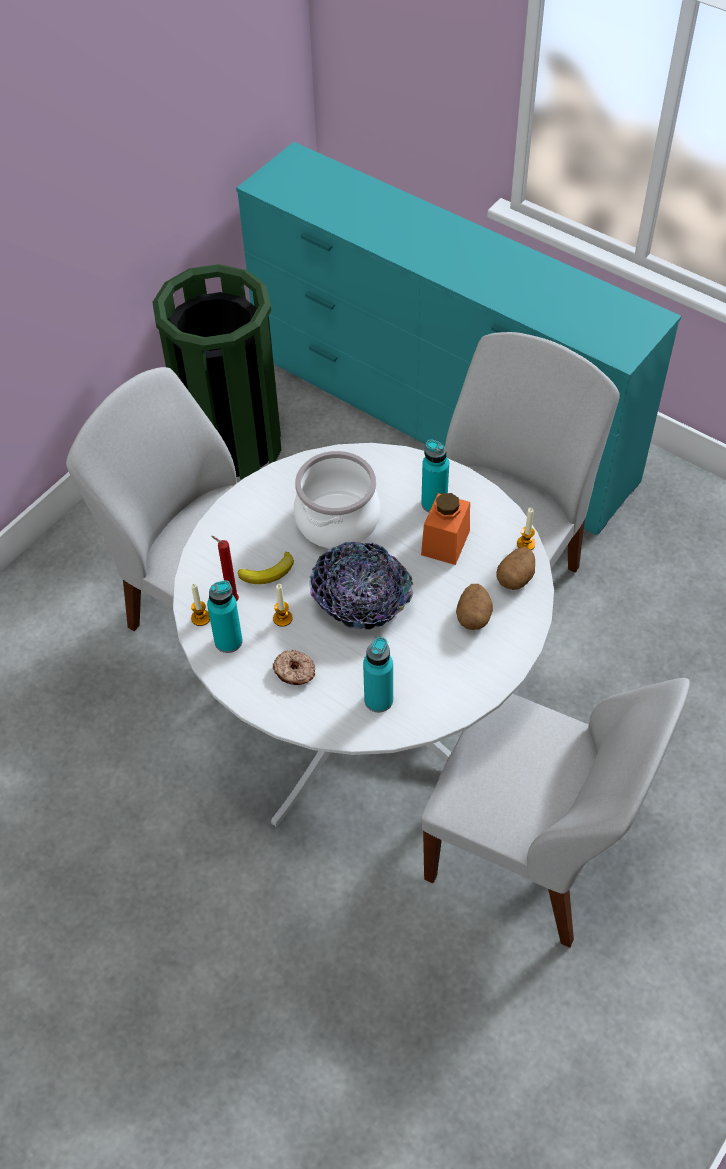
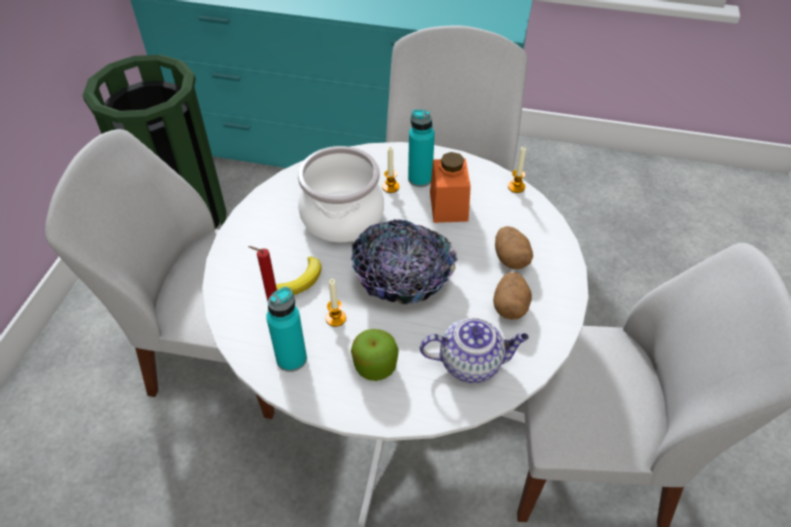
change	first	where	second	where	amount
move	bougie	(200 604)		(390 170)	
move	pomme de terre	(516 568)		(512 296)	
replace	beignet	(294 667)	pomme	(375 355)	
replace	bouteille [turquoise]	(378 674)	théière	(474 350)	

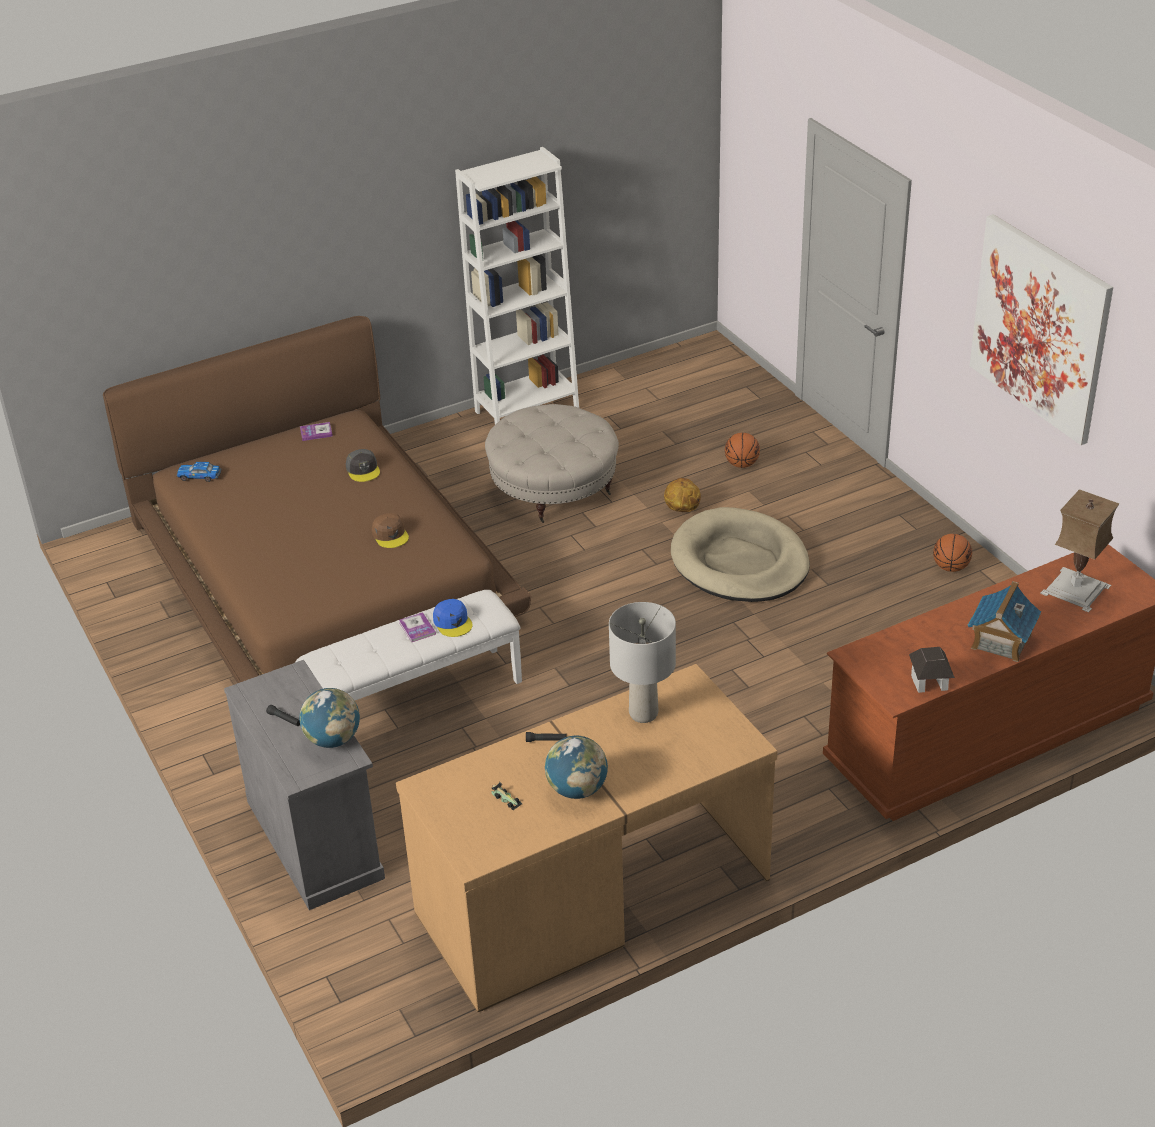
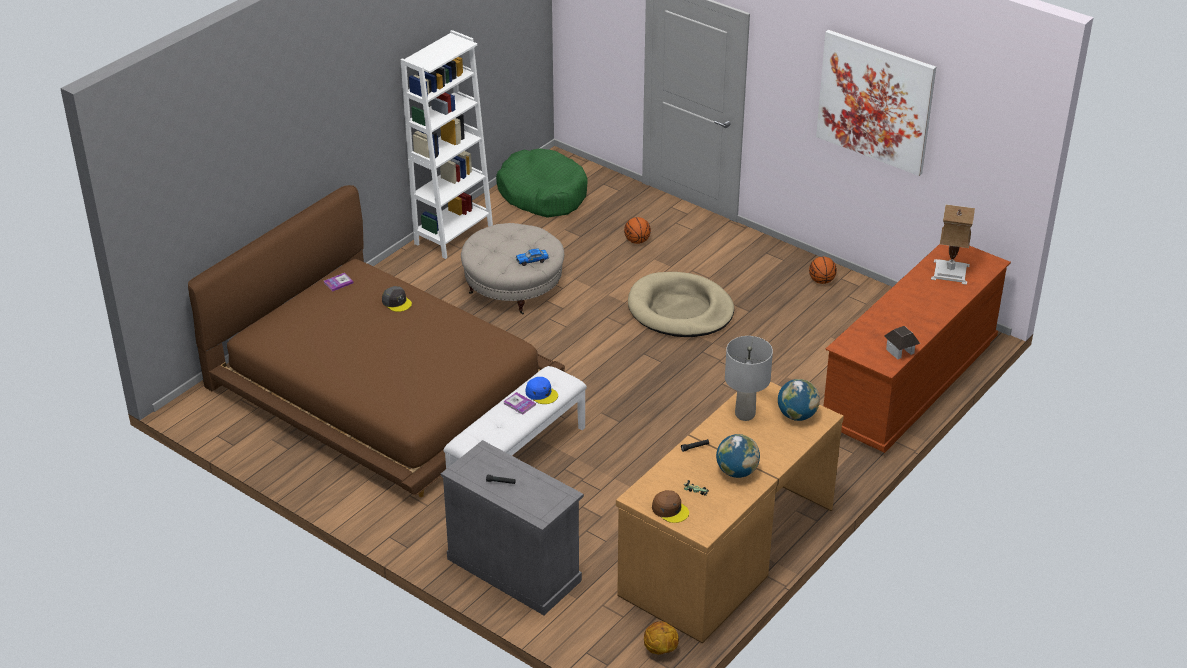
change	first	where	second	where	amount
delete	maison miniature	(1004 621)			
insert			panier pour chien [vert]	(542 183)	
move	petite voiture	(199 472)		(532 257)	
move	globe	(329 718)		(799 400)	
move	casquette [marron]	(390 530)		(670 506)	
move	ballon de basket	(682 495)		(661 638)	

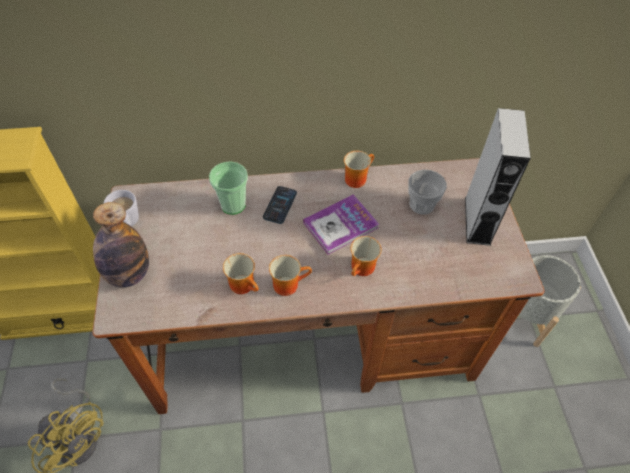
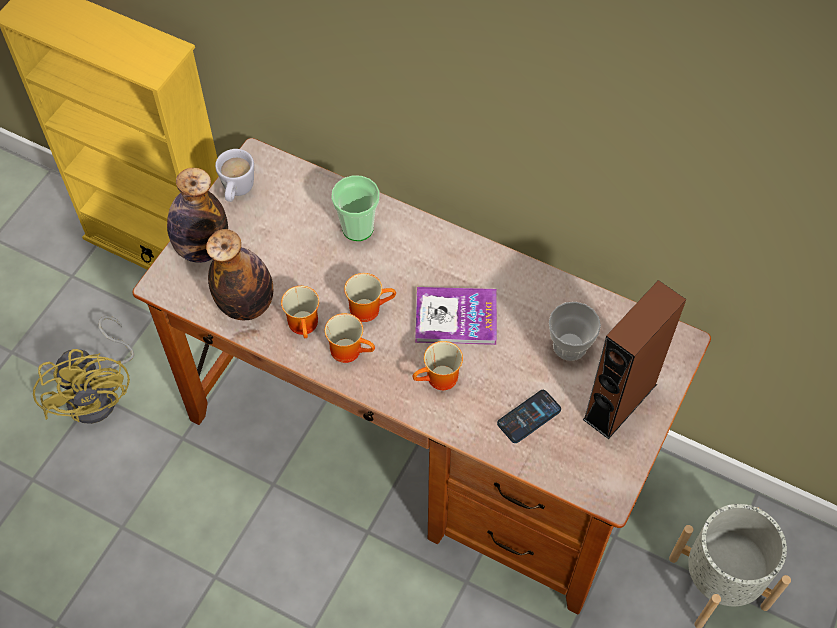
change	first	where	second	where	amount
insert			bouteille	(239 274)	
move	téléphone	(280 205)		(529 416)	
move	mug	(359 169)		(370 297)	
recolor	enceinte [gris]	(498 177)	enceinte [marron]	(634 359)	

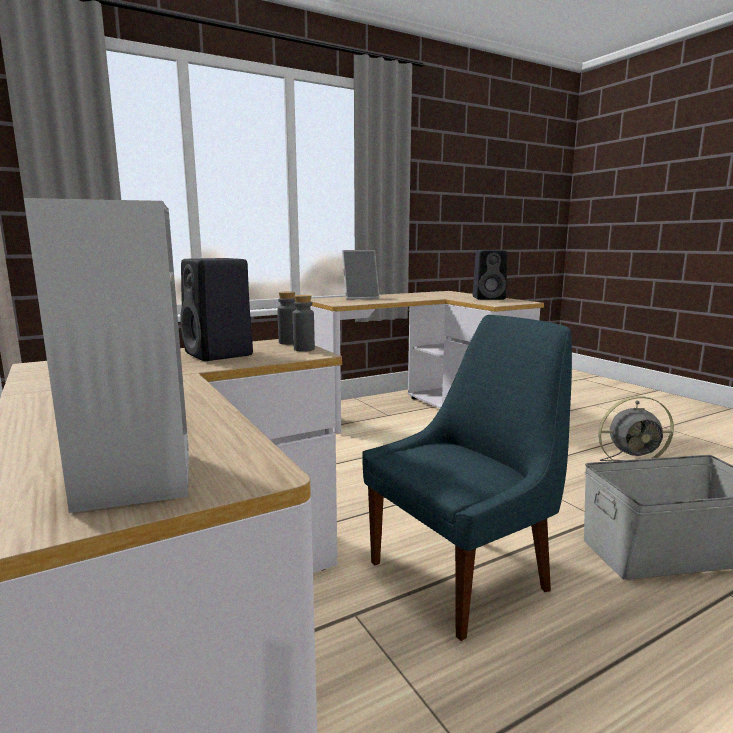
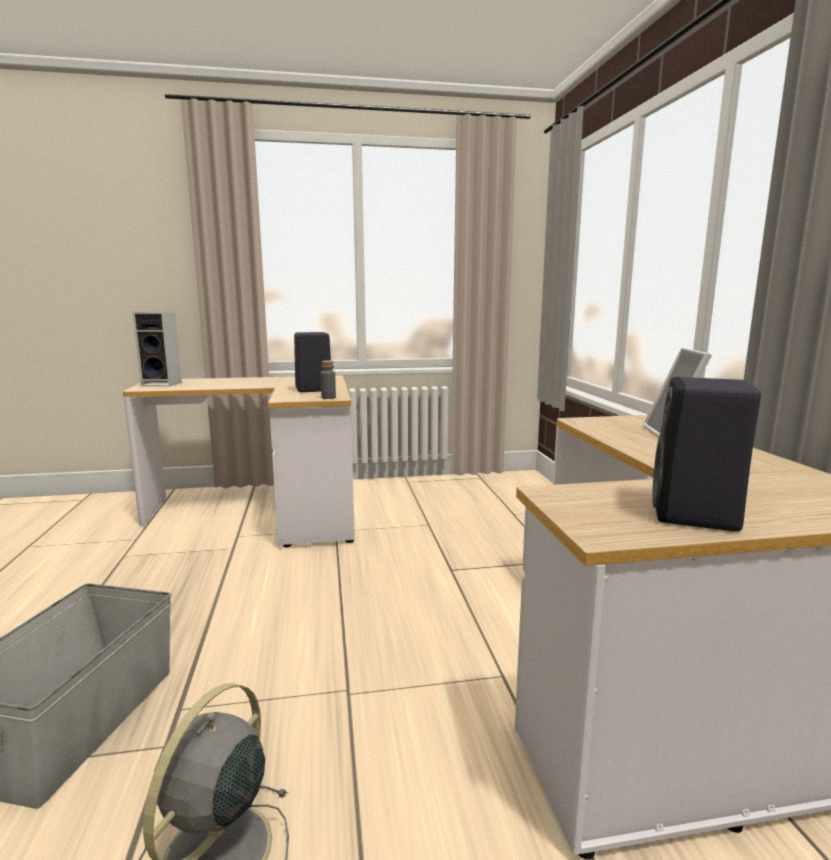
change	first	where	second	where	amount
delete	bouteille [gris]	(304 323)			
delete	chaise [bleu]	(467 478)			

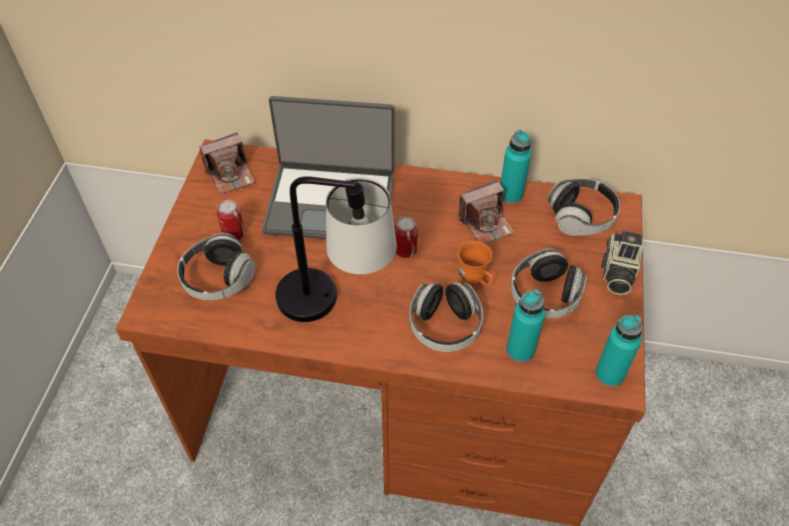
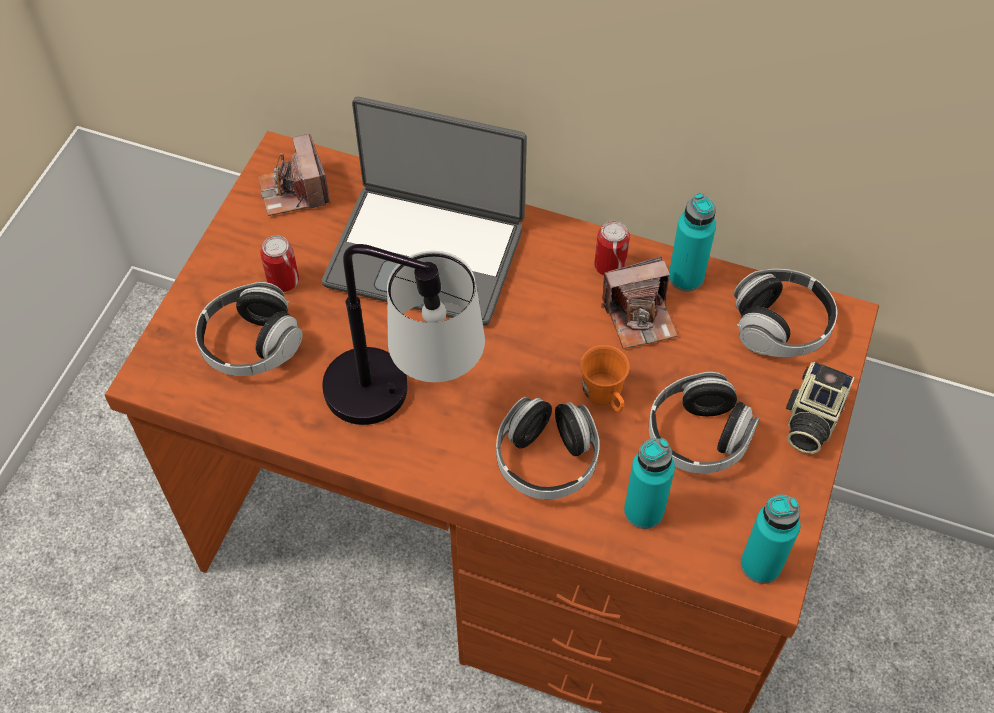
change	first	where	second	where	amount
move	boîte métallique	(406 237)		(612 248)	
rotate	appareil photo	(227 163)		(294 175)	90 degrees clockwise

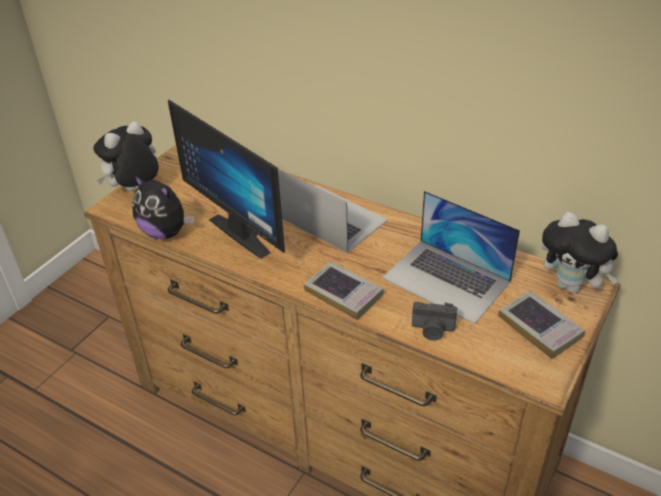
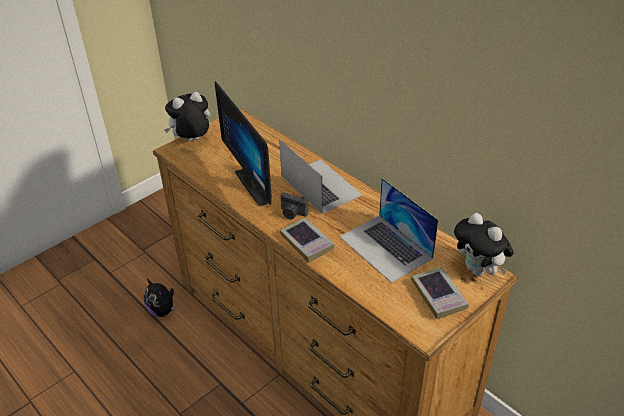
change	first	where	second	where	amount
move	peluche	(163 207)		(161 298)	
move	appareil photo	(434 321)		(294 205)	

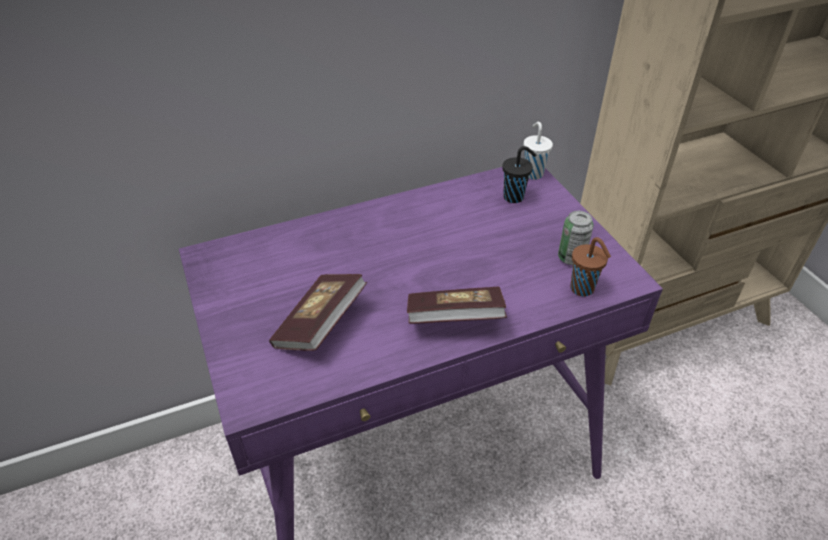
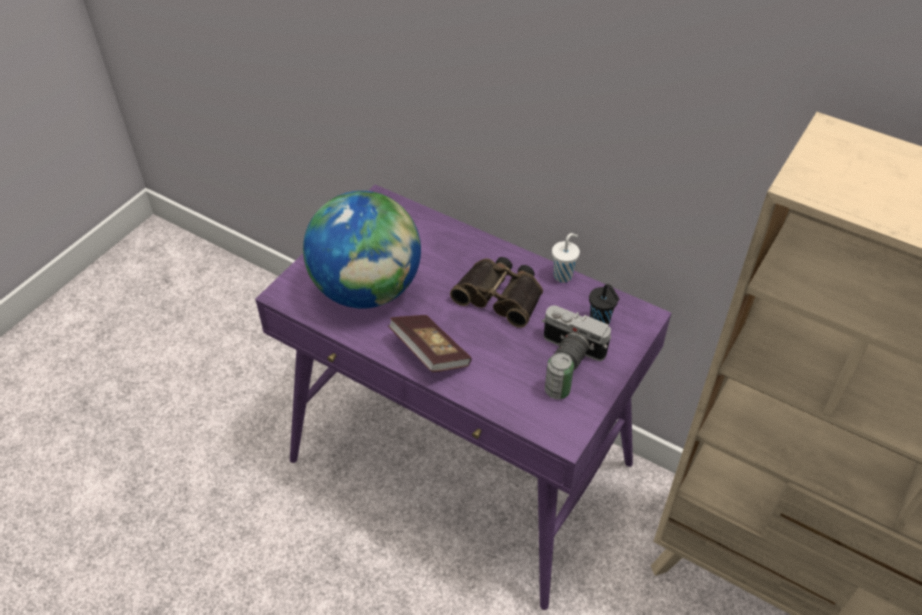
change	first	where	second	where	amount
delete	tasse [marron]	(590 267)			
insert			jumelles	(496 292)	
insert			appareil photo	(576 337)	
move	tasse [blanc]	(538 151)		(566 258)	
replace	livre	(318 312)	globe	(362 250)	

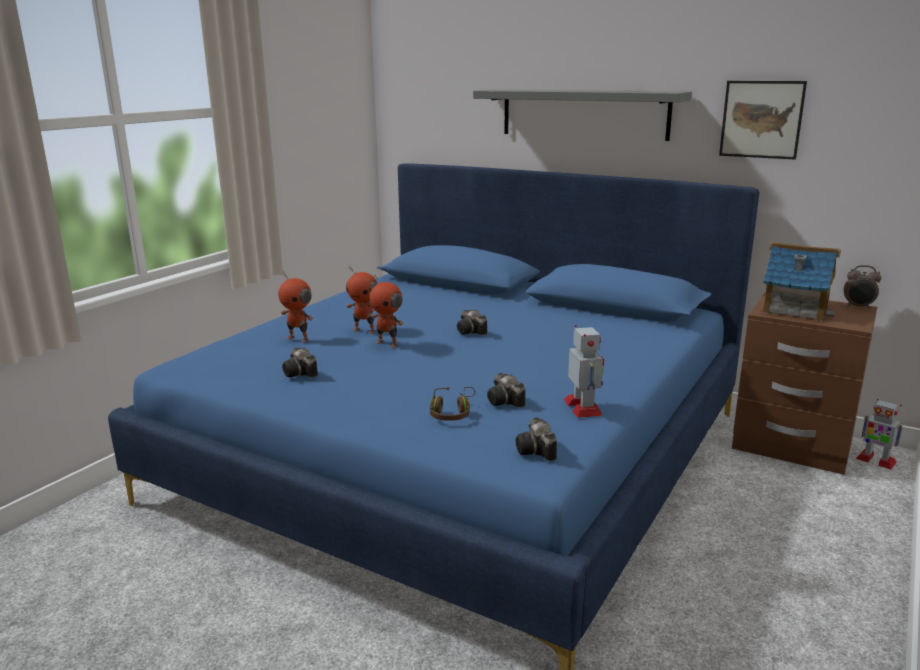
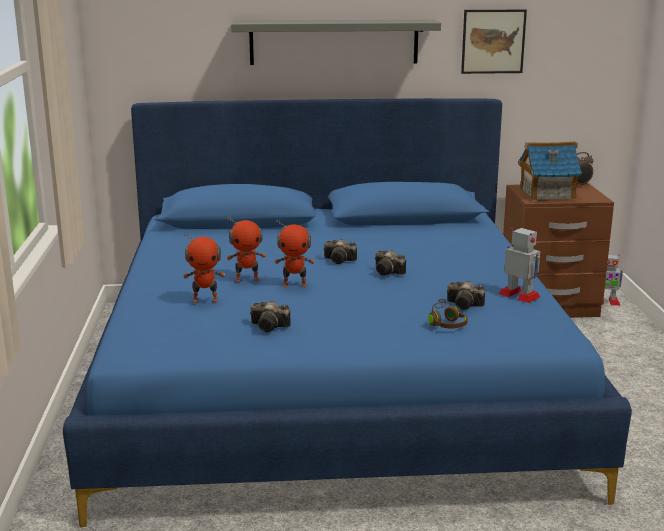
change	first	where	second	where	amount
move	appareil photo	(536 439)		(390 263)	

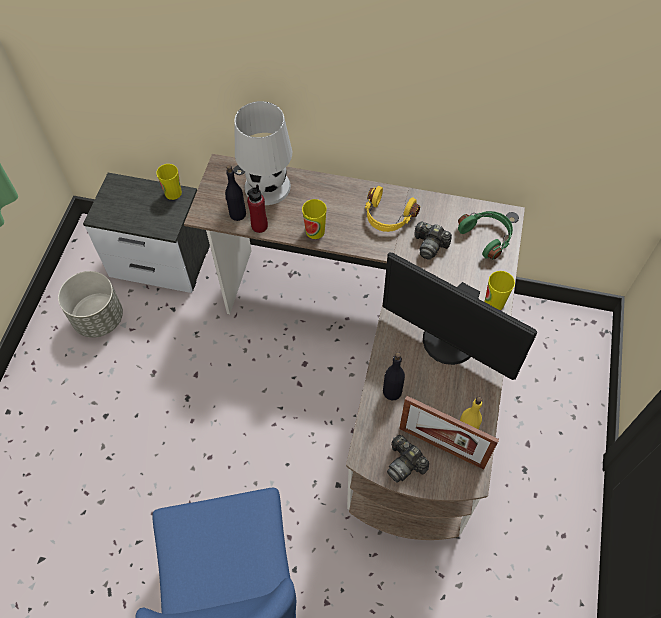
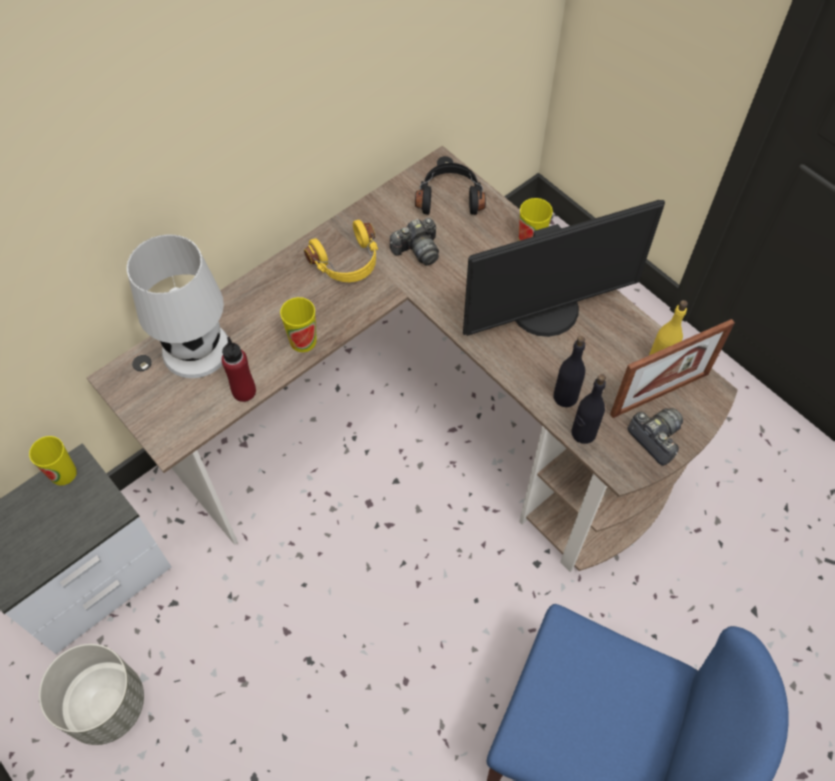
change	first	where	second	where	amount
move	bouteille [noir]	(235 193)		(588 409)	
recolor	casque audio [vert]	(485 235)	casque audio [noir]	(450 189)	
rotate	appareil photo	(408 459)		(655 437)	120 degrees counterclockwise

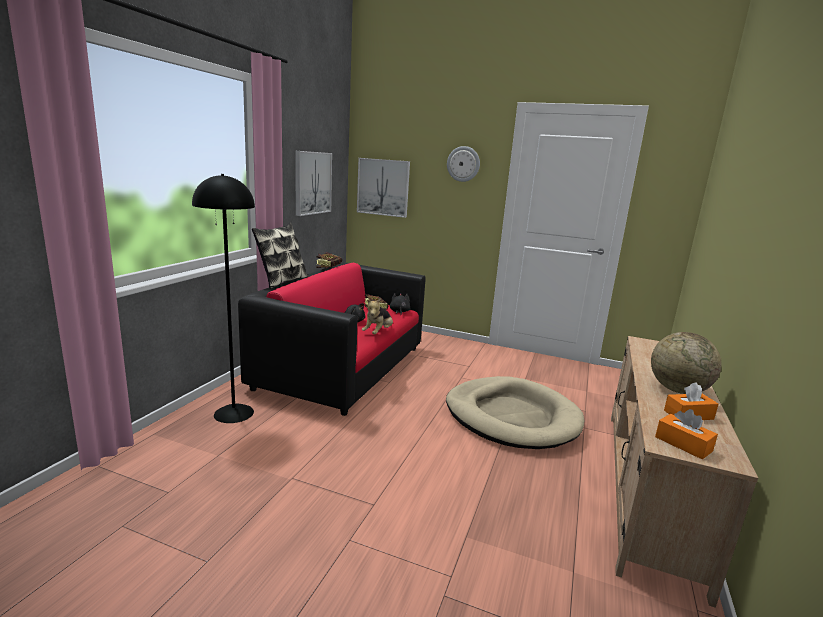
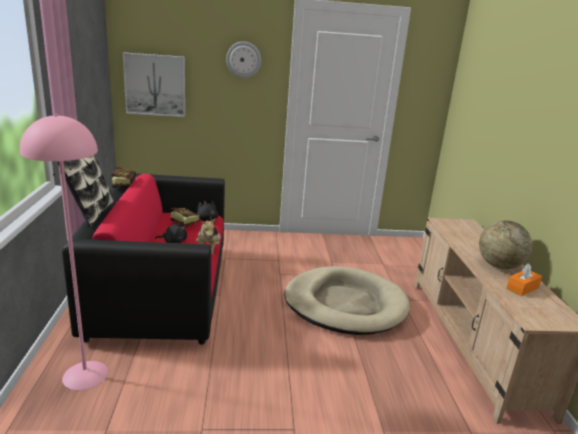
change	first	where	second	where	amount
delete	tableau	(313 183)			
delete	boîte à mouchoirs [orange]	(686 434)			
recolor	lampadaire [noir]	(223 298)	lampadaire [rose]	(64 252)	

